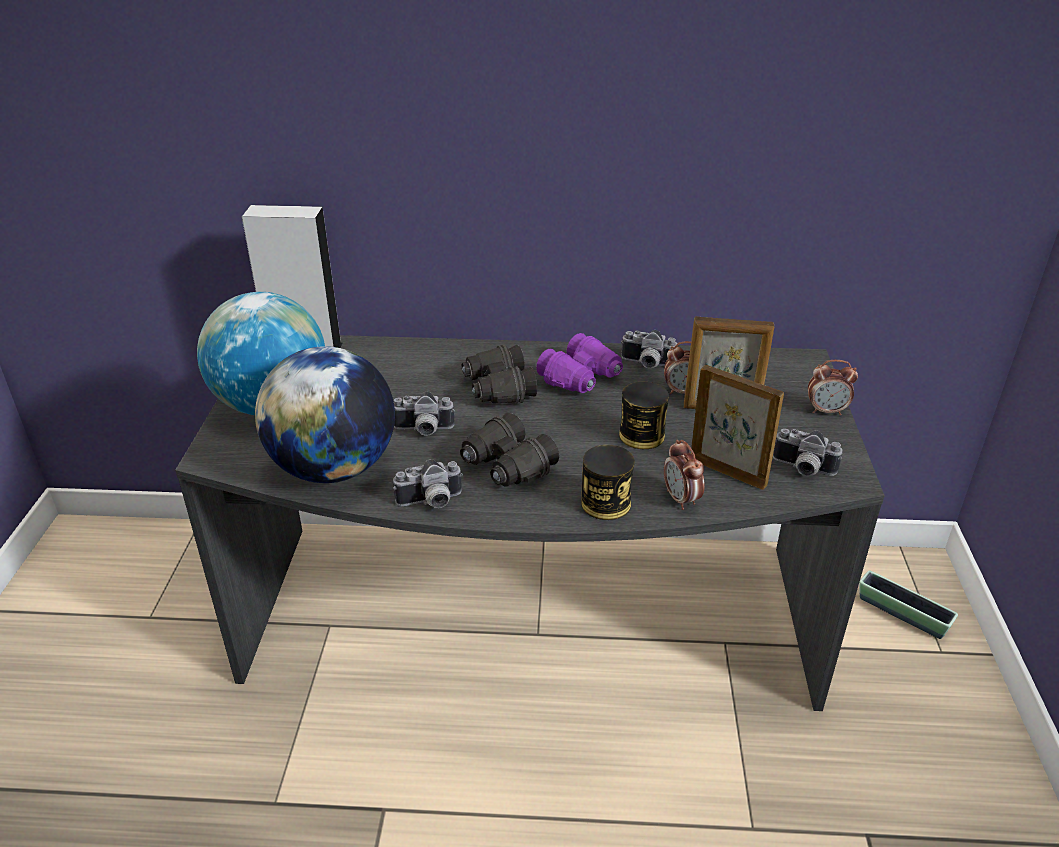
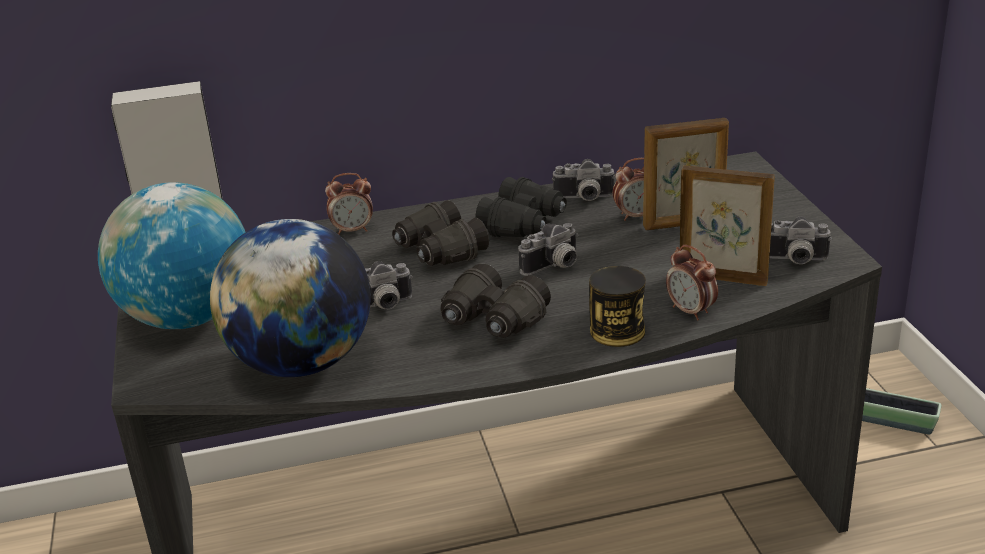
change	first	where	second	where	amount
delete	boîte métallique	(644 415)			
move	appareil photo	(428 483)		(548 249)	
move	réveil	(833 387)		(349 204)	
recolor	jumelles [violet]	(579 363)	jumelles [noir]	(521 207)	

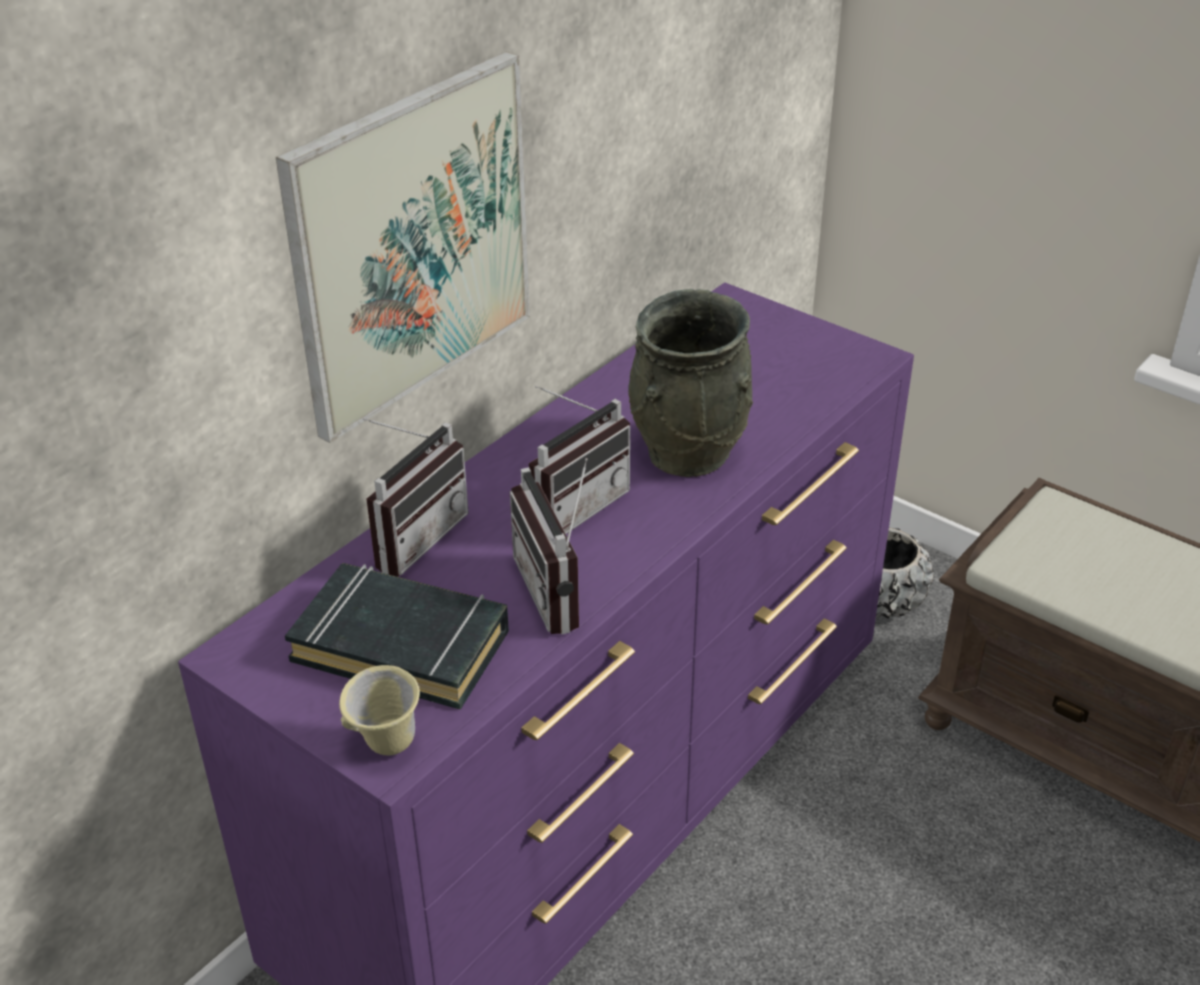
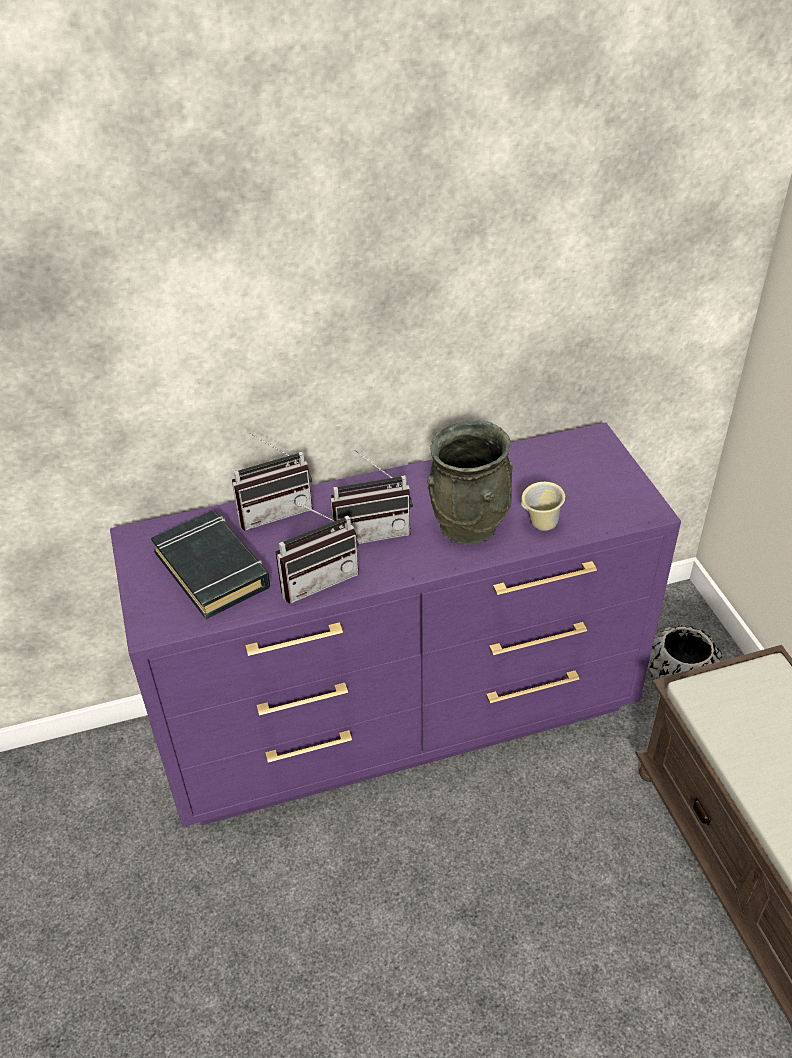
change	first	where	second	where	amount
delete	tableau	(403 247)			
move	mug [beige]	(379 710)		(543 506)	
rotate	radio	(549 546)		(317 551)	135 degrees counterclockwise

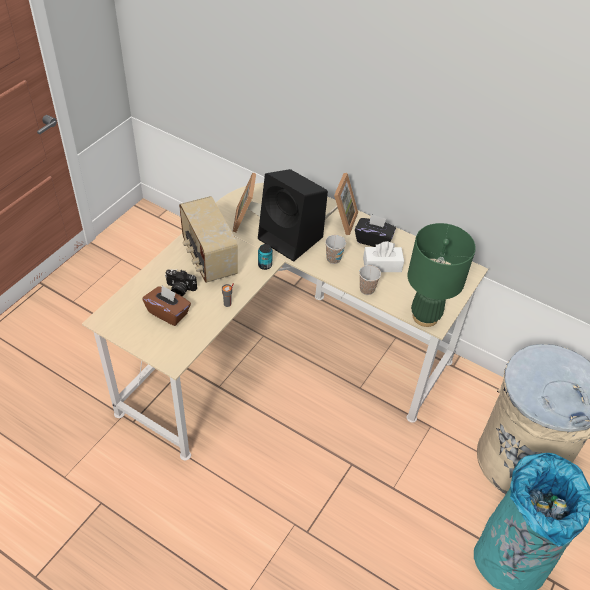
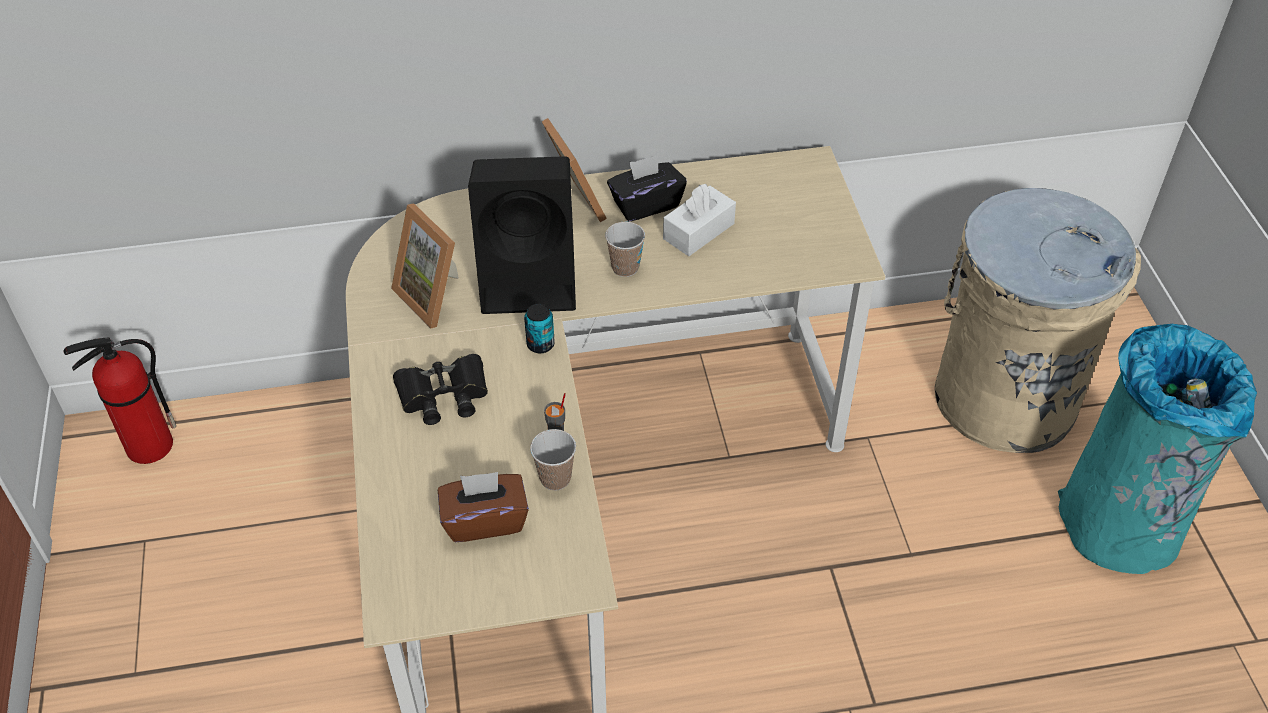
change	first	where	second	where	amount
delete	appareil photo	(181 283)			
delete	lampe de table [vert]	(442 275)			
insert			extincteur	(120 400)	
move	tasse	(370 280)		(553 460)	
replace	radio	(208 239)	jumelles [noir]	(440 389)	

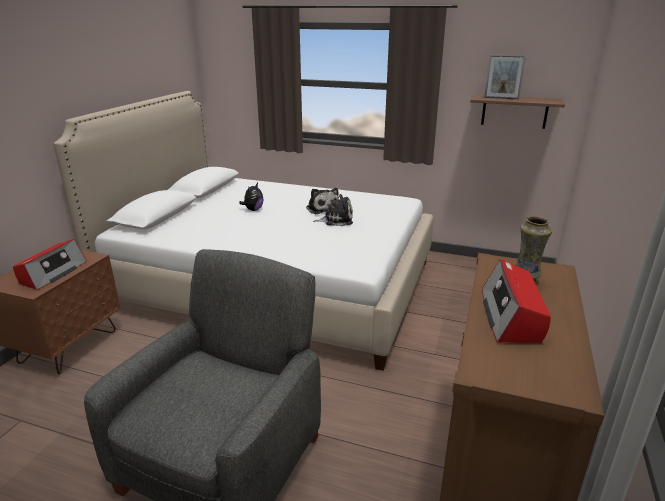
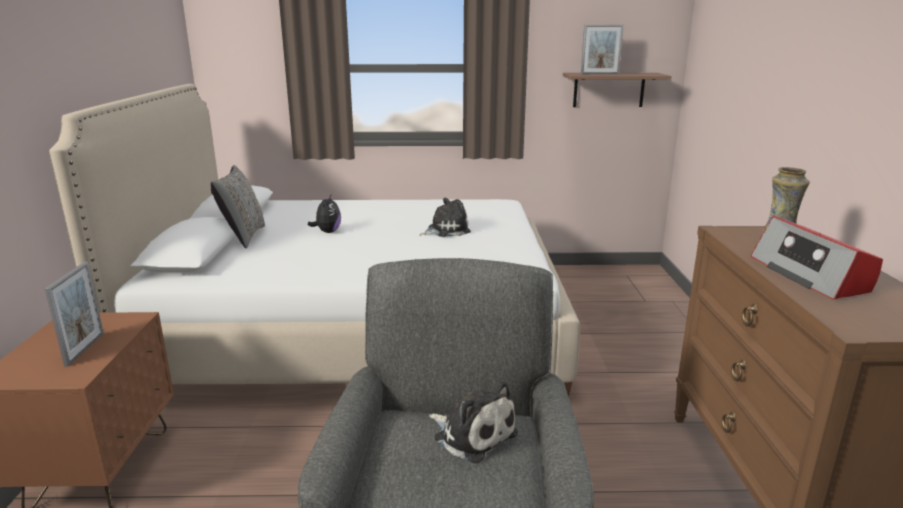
change	first	where	second	where	amount
insert			coussin [gris]	(238 206)	
move	peluche	(322 201)		(473 422)	
replace	radio	(50 264)	cadre photo	(74 314)	

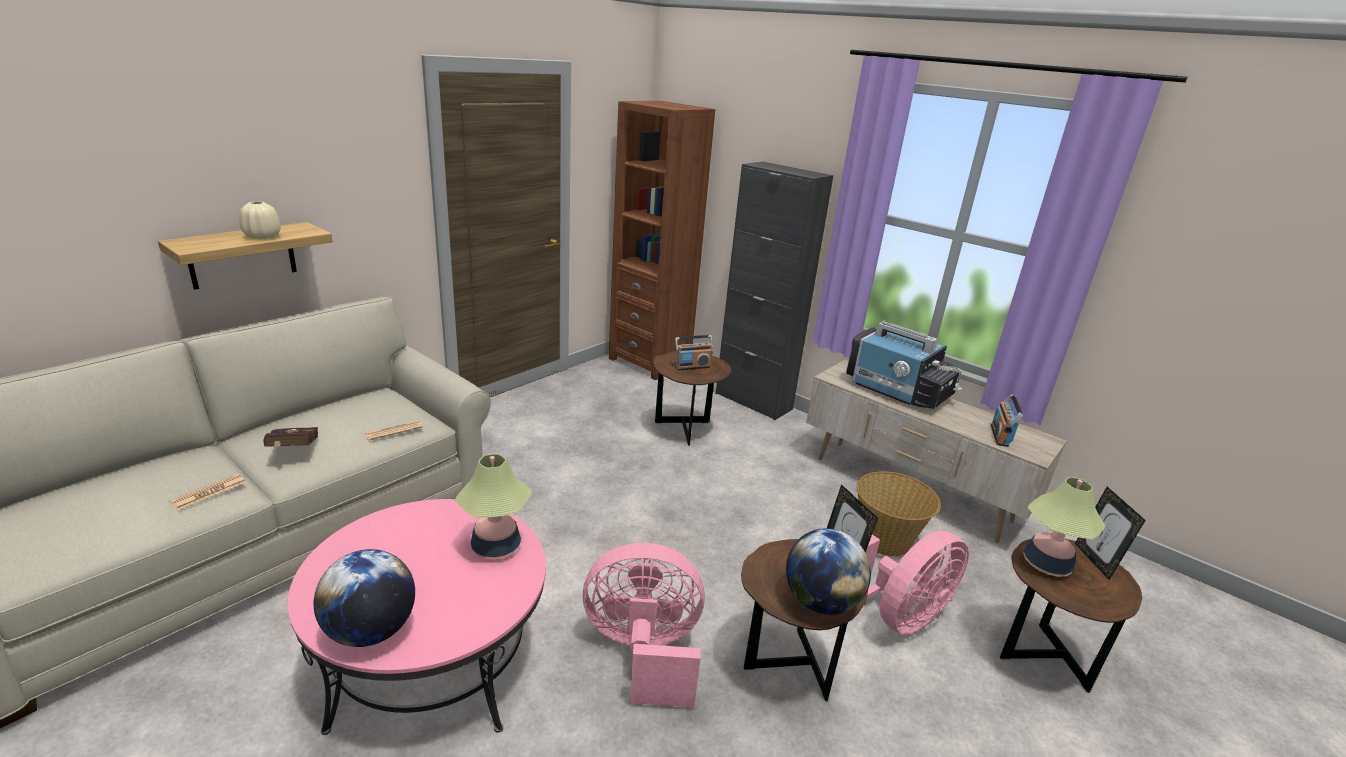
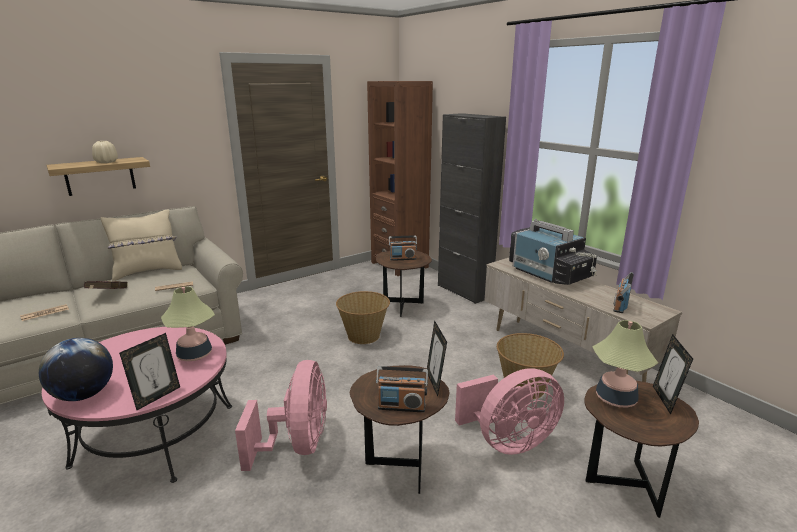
change	first	where	second	where	amount
insert			coussin [beige]	(141 245)	
insert			cadre photo	(149 371)	
insert			panier	(363 317)	
replace	globe	(828 571)	radio	(402 389)	
rotate	ventilateur [rose]	(644 625)		(281 415)	75 degrees clockwise

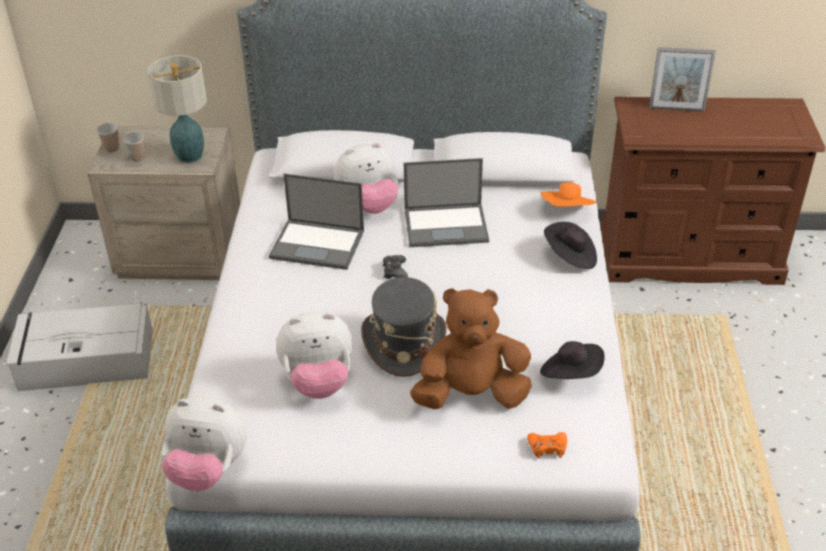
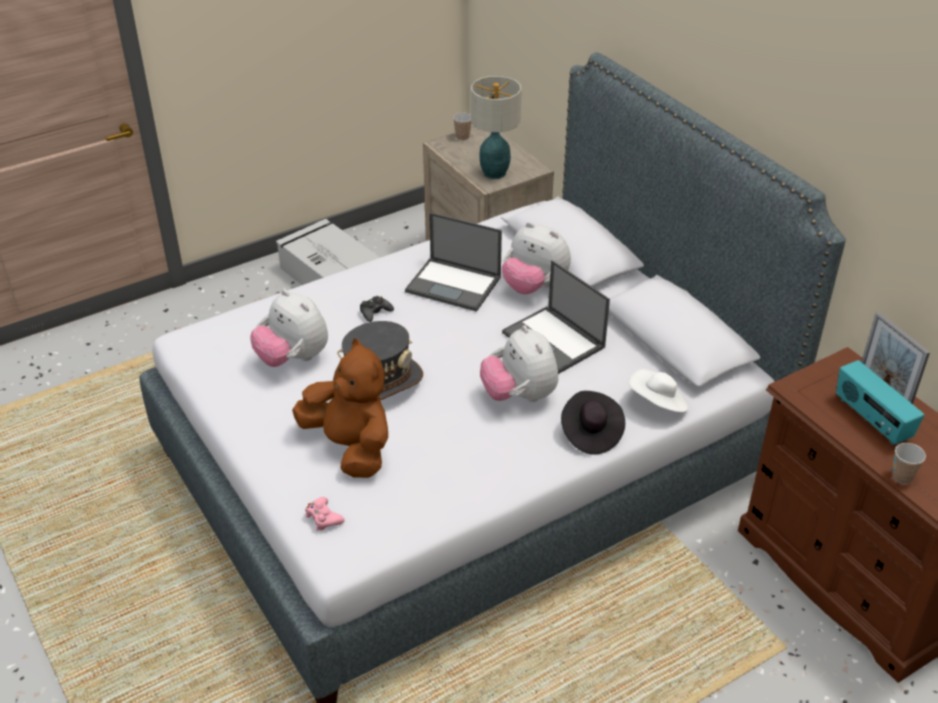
change	first	where	second	where	amount
delete	chapeau [noir]	(572 360)			
insert			radio	(880 402)	
move	tasse	(134 147)		(909 463)	
move	peluche	(204 443)		(519 363)	
move	manette [noir]	(395 267)		(377 309)	
recolor	manette [orange]	(547 445)	manette [rose]	(325 514)	
recolor	chapeau [orange]	(569 194)	chapeau [blanc]	(659 391)	
rotate	ordinateur portable	(316 222)		(453 262)	45 degrees counterclockwise

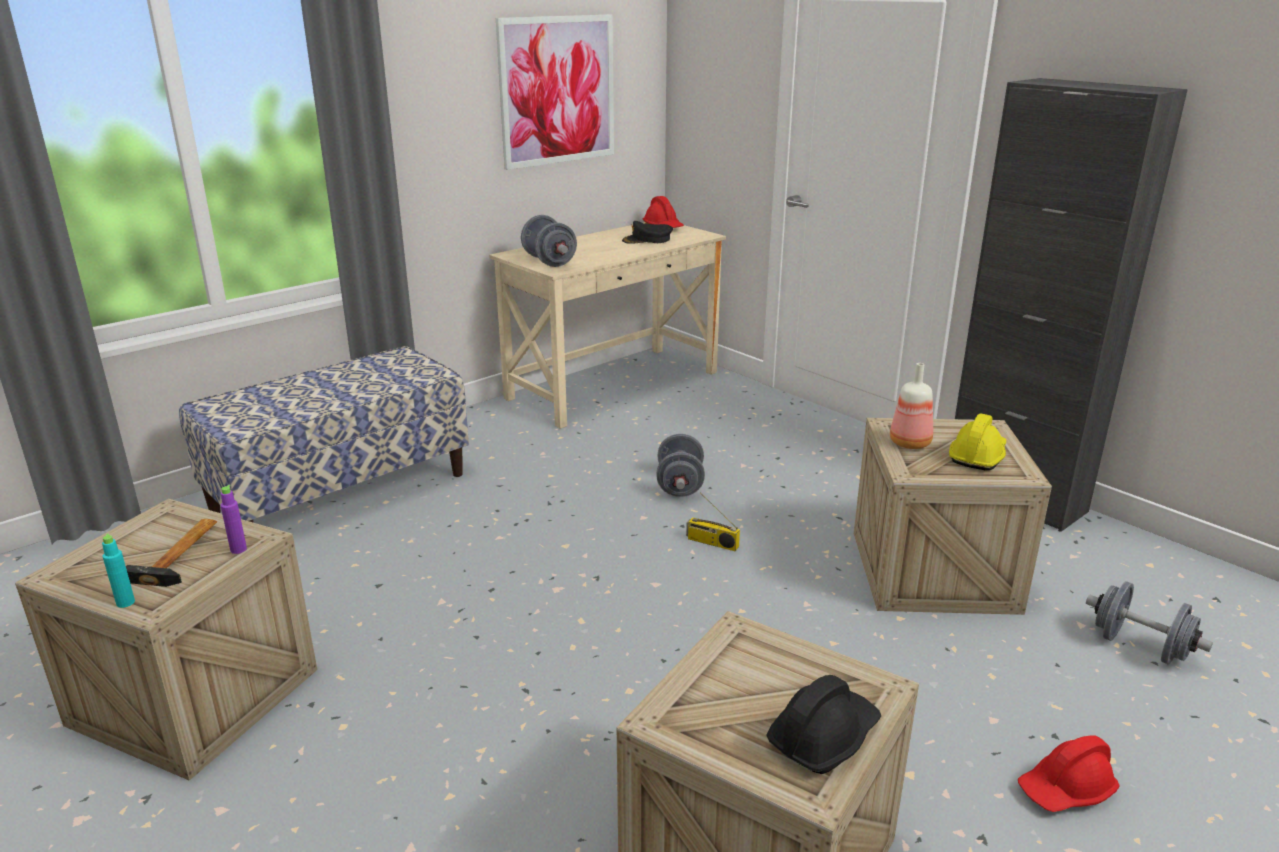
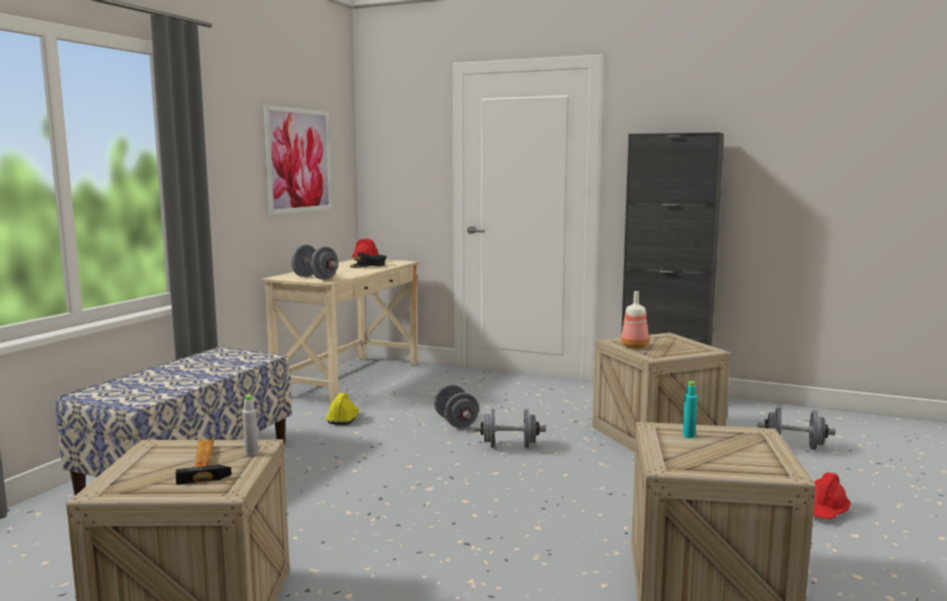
change	first	where	second	where	amount
delete	casque de chantier [noir]	(824 724)			
move	bouteille [turquoise]	(118 570)		(690 409)	
move	casque de chantier [jaune]	(977 442)		(342 408)	
replace	radio	(713 521)	haltère [gris]	(510 428)	
recolor	bouteille [violet]	(234 519)	bouteille [gris]	(250 425)	

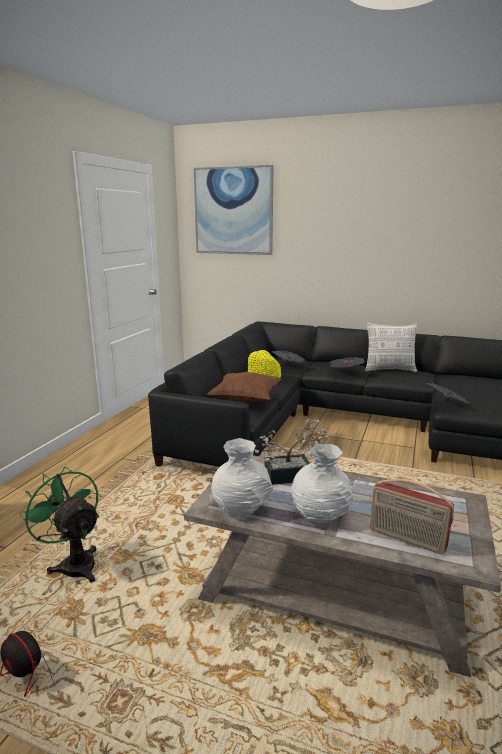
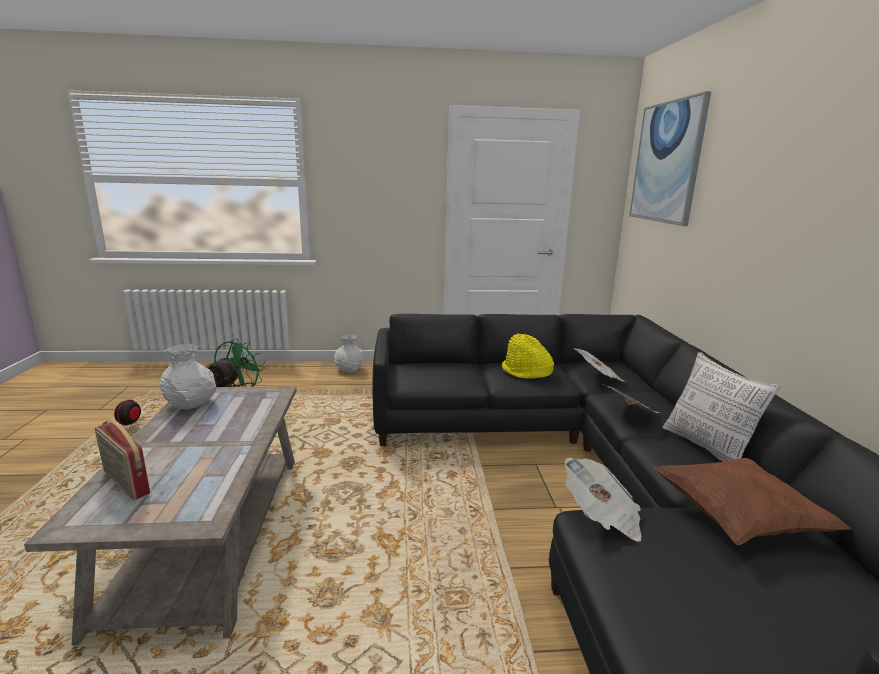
change	first	where	second	where	amount
delete	plante en pot	(292 451)			
move	coussin [marron]	(244 387)		(752 501)	
move	vase [blanc]	(322 483)		(348 354)	
rotate	radio	(412 516)		(122 460)	60 degrees counterclockwise

